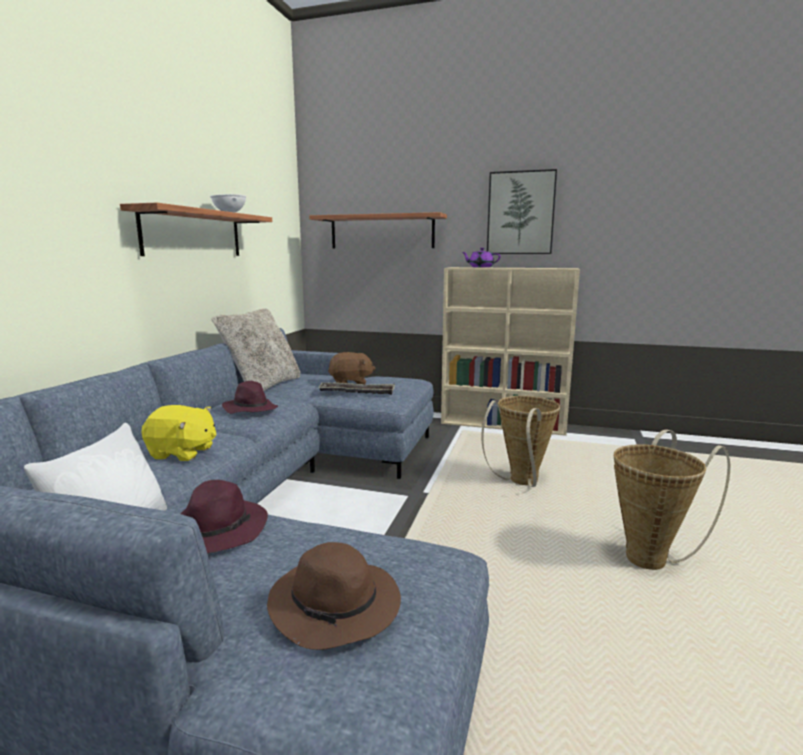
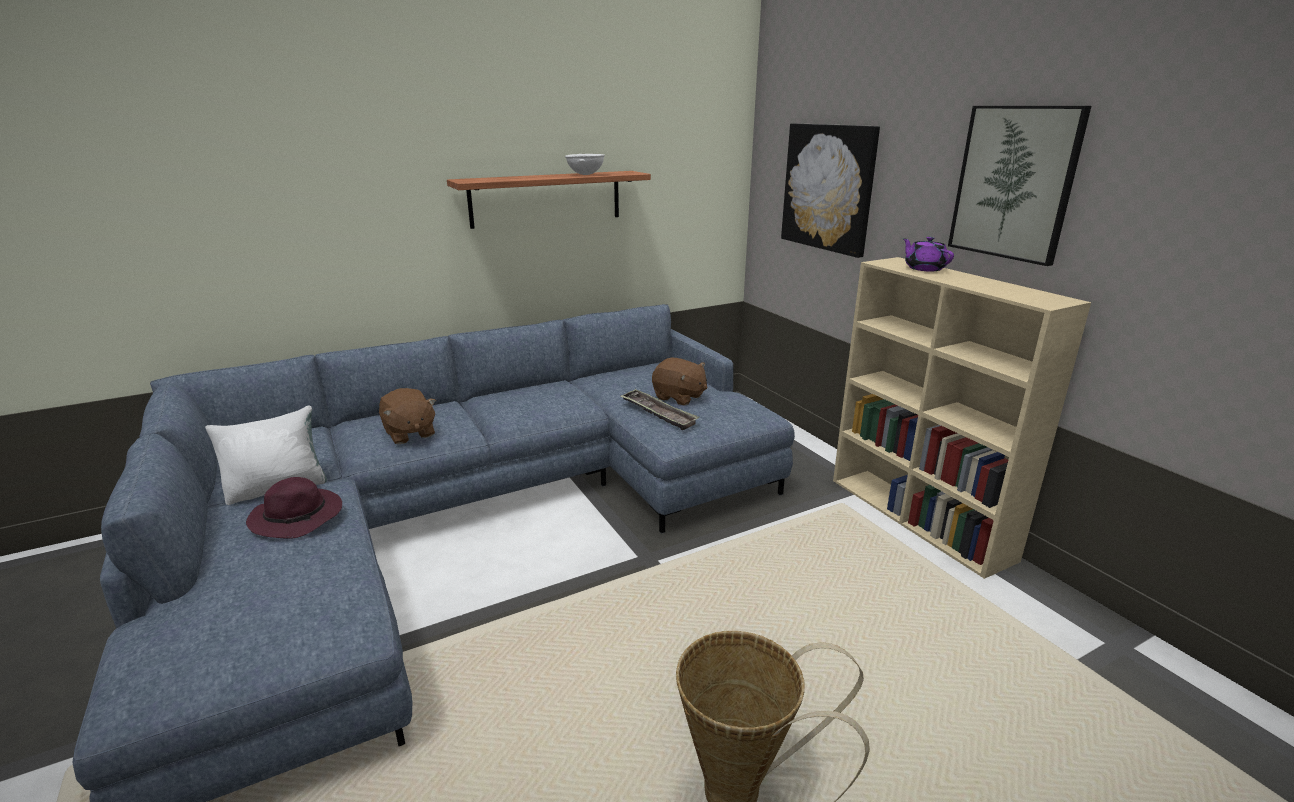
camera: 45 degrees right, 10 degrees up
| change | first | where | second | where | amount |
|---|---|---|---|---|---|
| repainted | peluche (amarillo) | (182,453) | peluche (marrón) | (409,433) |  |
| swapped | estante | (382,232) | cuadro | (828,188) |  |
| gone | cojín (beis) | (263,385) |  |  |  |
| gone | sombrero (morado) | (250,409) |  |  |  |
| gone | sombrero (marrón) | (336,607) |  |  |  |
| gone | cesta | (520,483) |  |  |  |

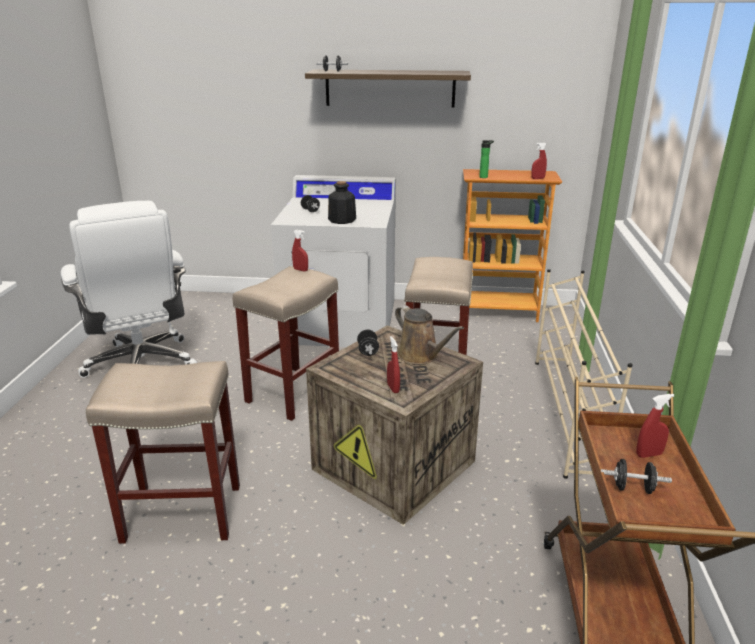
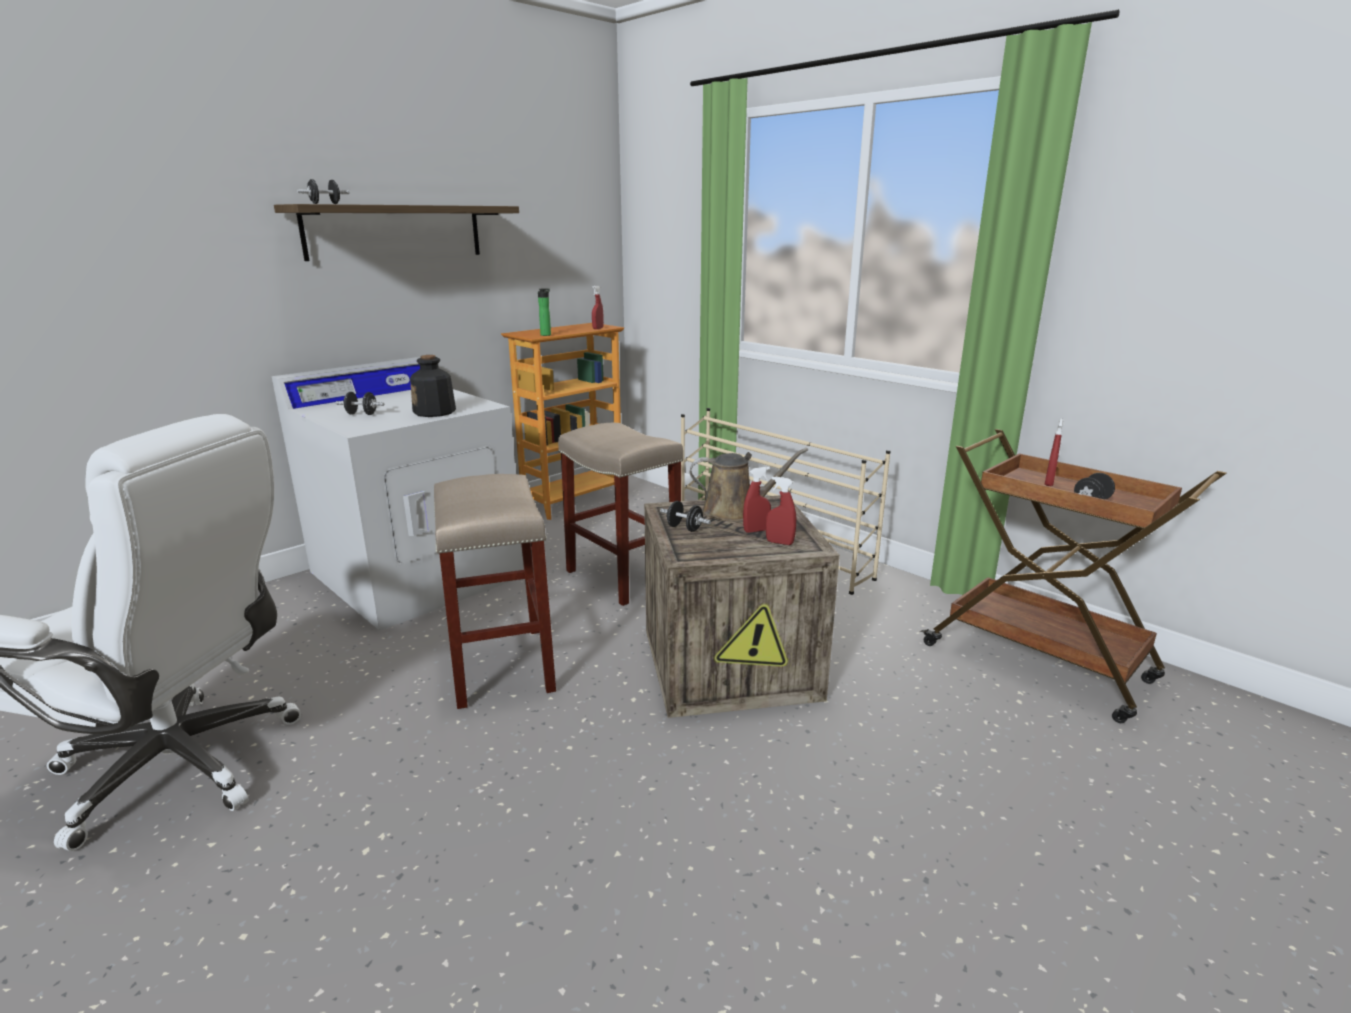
camera: 50 degrees left, 5 degrees down
| change | first | where | second | where | amount |
|---|---|---|---|---|---|
| shifted | pulverizador (rojo) | (300,270) |  | (756,530) |  |
| gone | taburete (beis) | (180,513) |  |  |  |

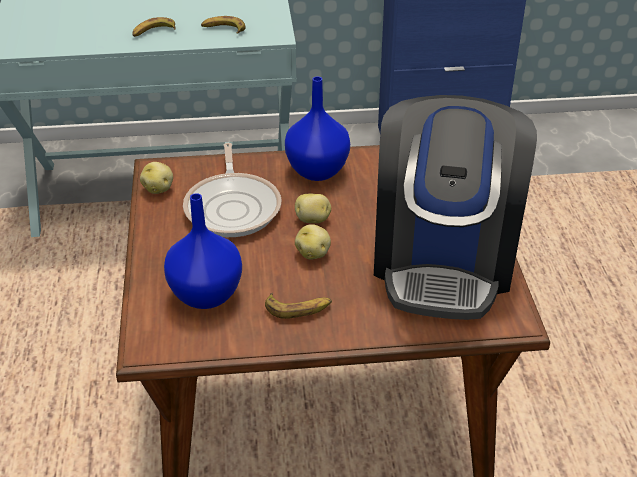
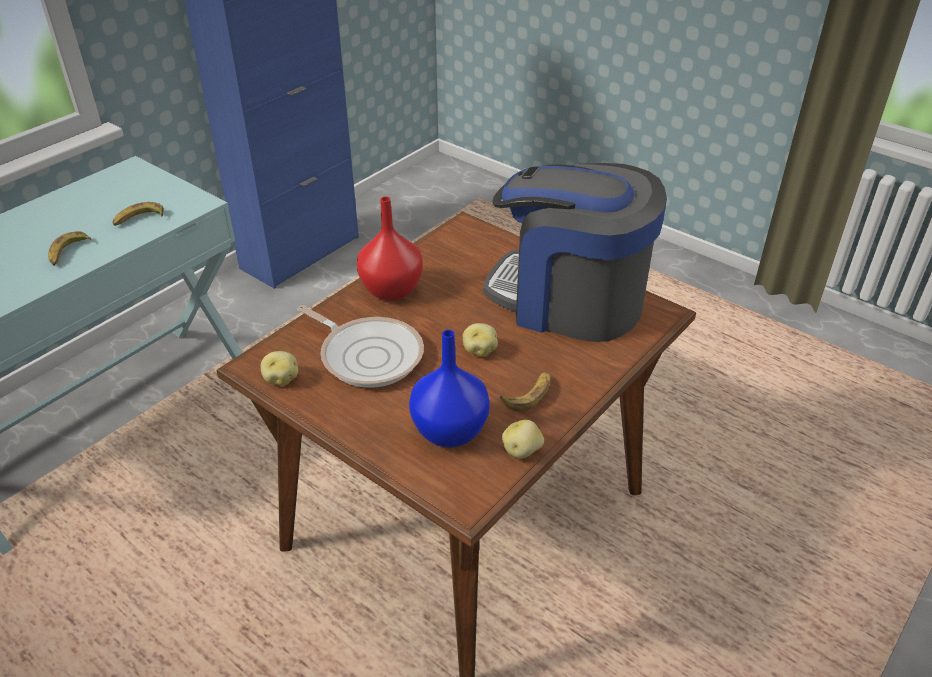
camera: 45 degrees left, 0 degrees up
| change | first | where | second | where | amount |
|---|---|---|---|---|---|
| repainted | florero (azul) | (316,170) | florero (rojo) | (390,291) |  |
| rotated | cafetera | (444,260) |  | (568,300) | 150 degrees clockwise |
| shifted | patata | (313,220) |  | (522,451) |  |

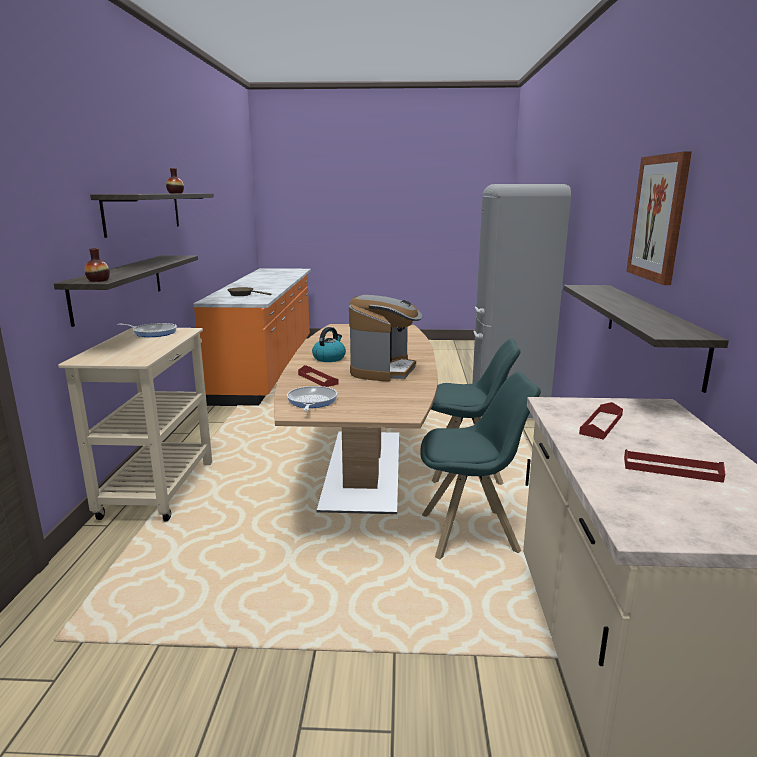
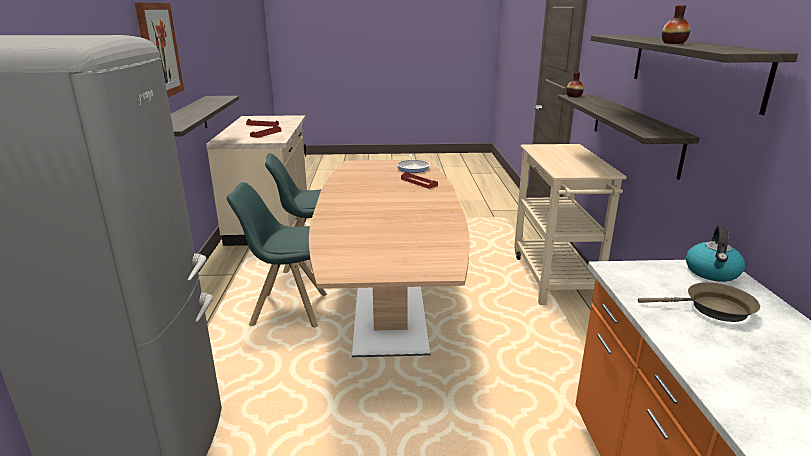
camera: 175 degrees right, 5 degrees up
| change | first | where | second | where | amount |
|---|---|---|---|---|---|
| shifted | hervidor | (329,358) |  | (712,272) |  |
| gone | sartén | (153,332) |  |  |  |
| gone | cafetera | (384,370) |  |  |  |

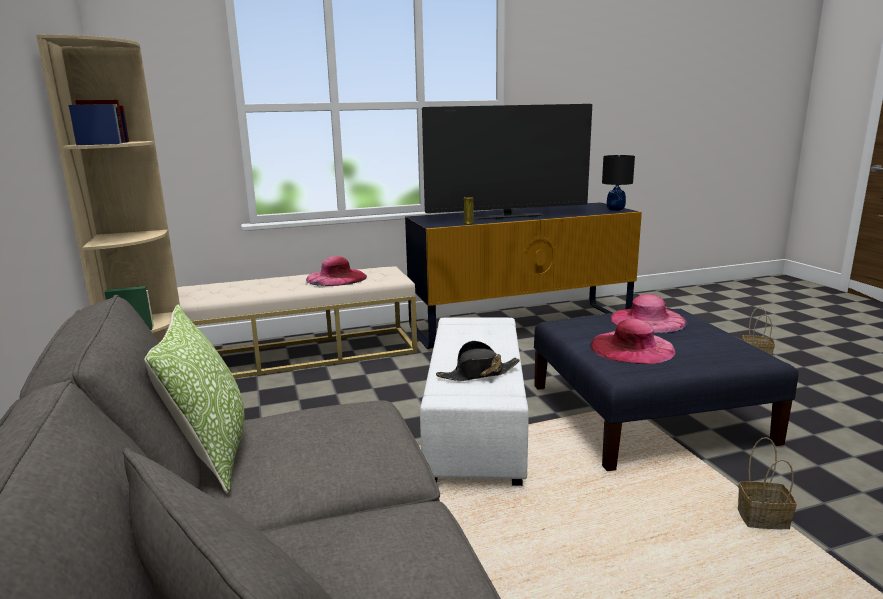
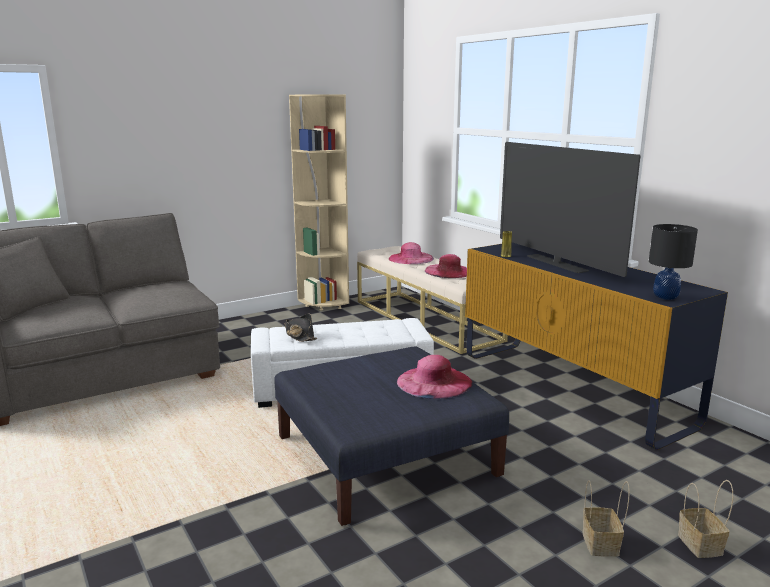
camera: 75 degrees right, 0 degrees up
| change | first | where | second | where | amount |
|---|---|---|---|---|---|
| shifted | sombrero (rosa) | (632,348) |  | (411,258) |  |
| shifted | cesta | (764,519) |  | (701,545) |  |
| gone | cojín | (212,453) |  |  |  |

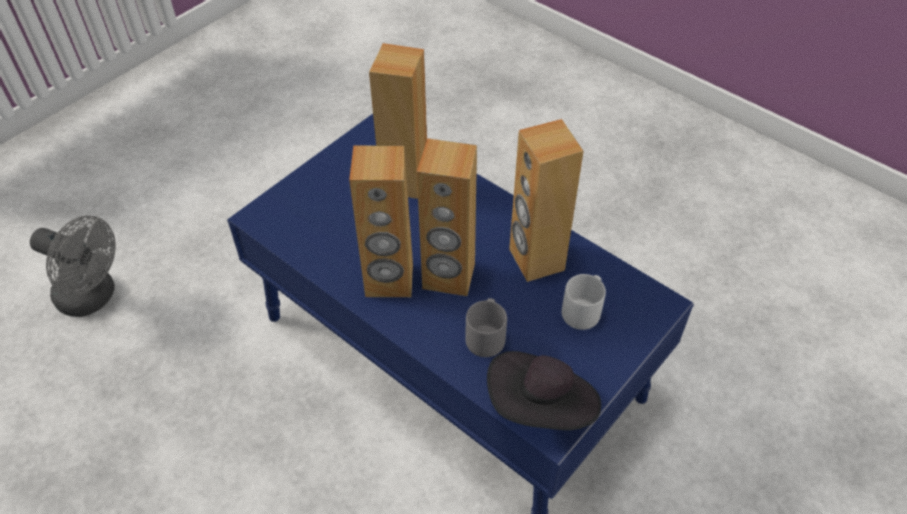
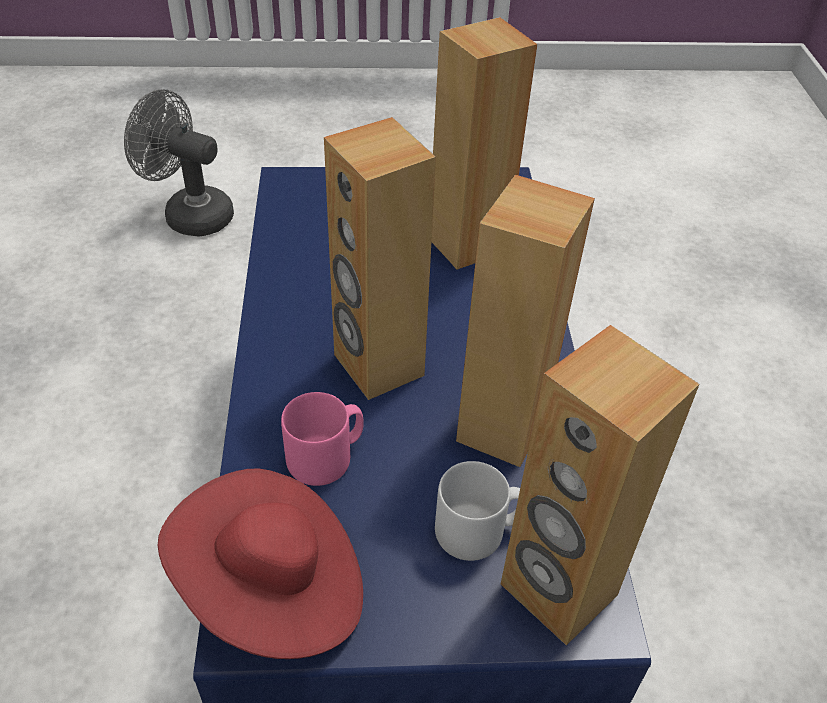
camera: 45 degrees right, 5 degrees down
| change | first | where | second | where | amount |
|---|---|---|---|---|---|
| rotated | ventilador (gris) | (94,297) |  | (190,214) | 135 degrees clockwise |
| repainted | sombrero (negro) | (542,406) | sombrero (rojo) | (273,589) |  |
| repainted | taza grande (gris) | (486,337) | taza grande (rosa) | (326,457) |  |
| shifted | altavoz (marrón) | (389,281) |  | (557,590) |  |

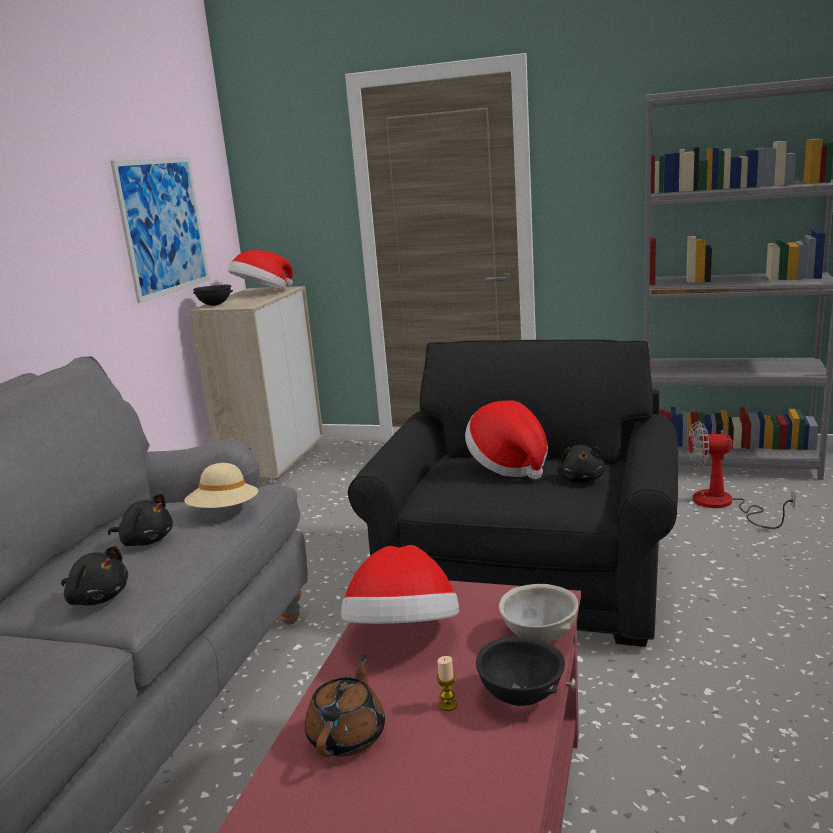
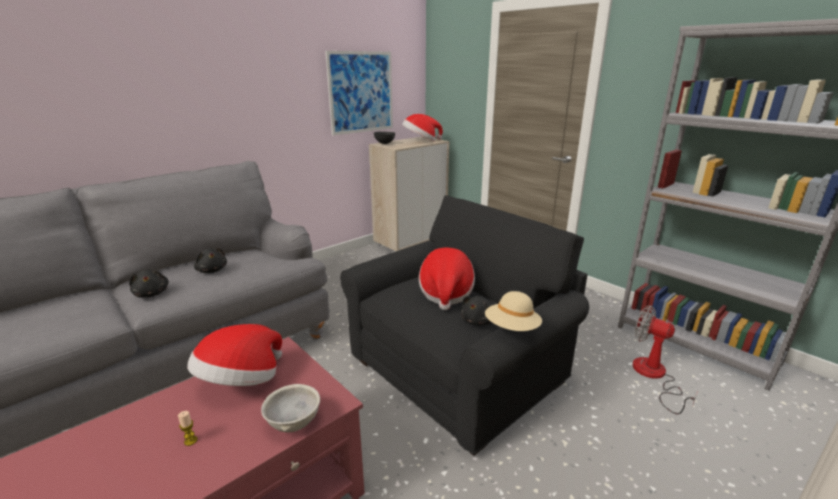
camera: 30 degrees right, 5 degrees up
| change | first | where | second | where | amount |
|---|---|---|---|---|---|
| shifted | sombrero (beis) | (224,512) |  | (512,328) |  |
| gone | tetera (marrón) | (348,735) |  |  |  |
| gone | cuenco (negro) | (522,695) |  |  |  |

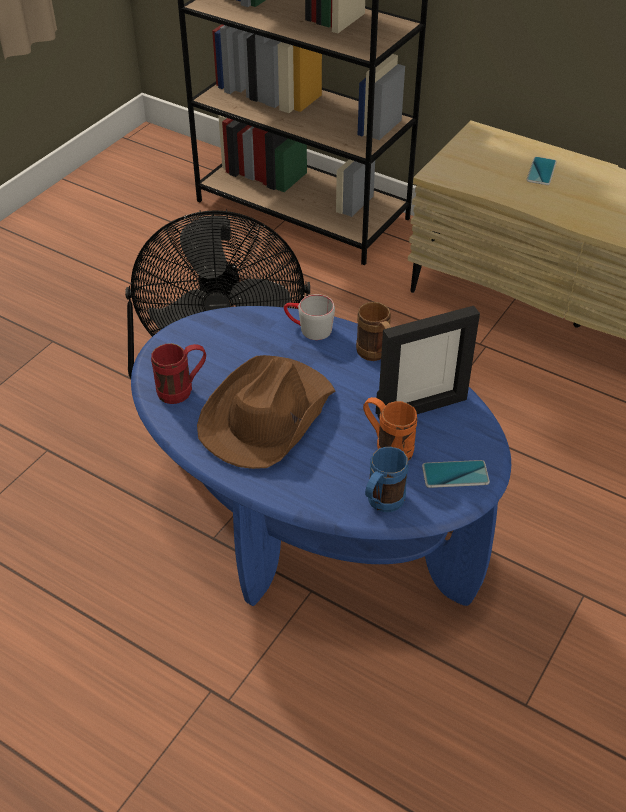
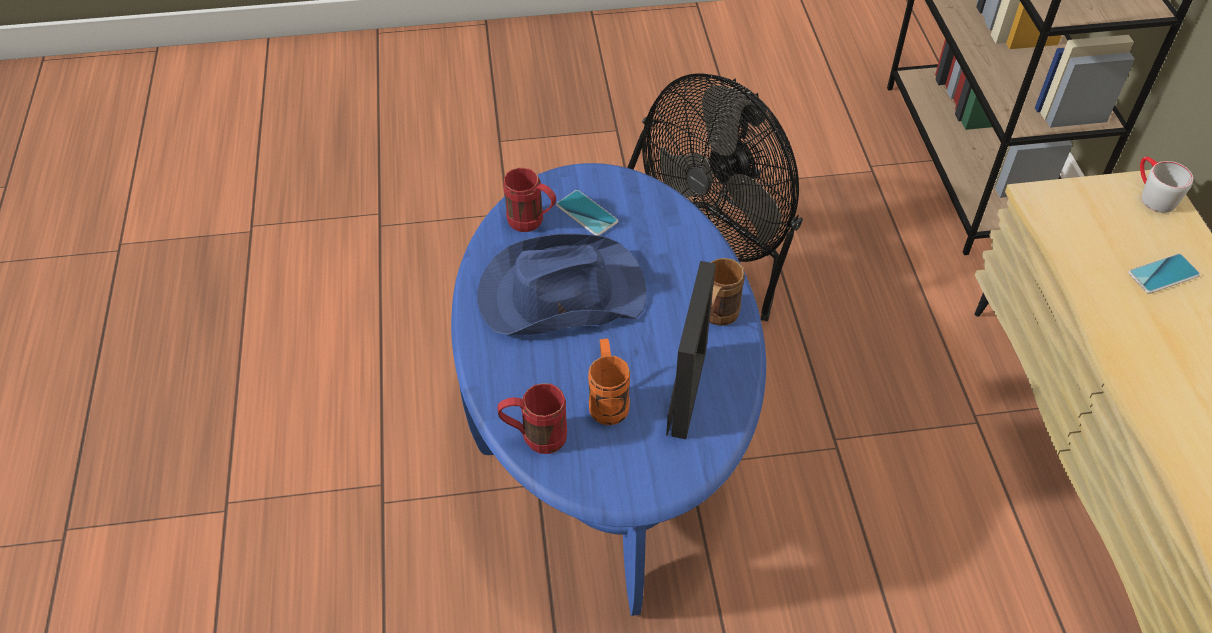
camera: 50 degrees right, 5 degrees up
| change | first | where | second | where | amount |
|---|---|---|---|---|---|
| repainted | sombrero (marrón) | (266,416) | sombrero (azul) | (559,294) |  |
| repainted | taza grande (azul) | (381,505) | taza grande (rojo) | (534,438) |  |
| shifted | móvil | (455,475) |  | (586,214) |  |
| rotated | portarretratos | (421,406) |  | (686,392) | 105 degrees counterclockwise |
| shifted | taza grande (gris) | (308,329) |  | (1152,195) |  |

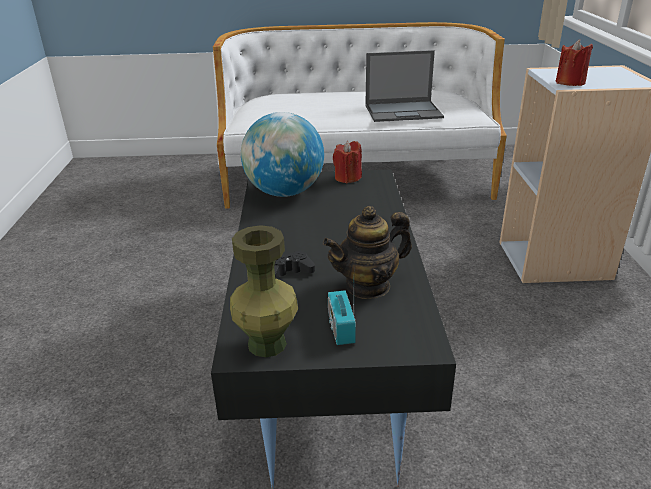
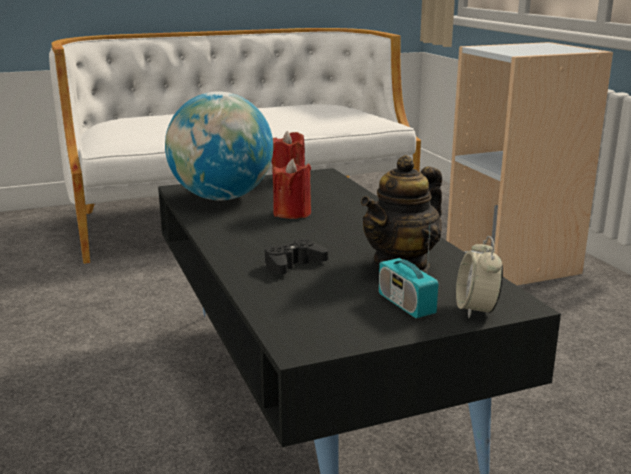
camera: 20 degrees left, 10 degrees down
| change | first | where | second | where | amount |
|---|---|---|---|---|---|
| shifted | vela (rojo) | (570,82) |  | (292,213) |  |
| new |  |  | despertador | (476,309) |  |
| gone | florero (verde) | (267,344) |  |  |  |
| gone | portátil | (404,111) |  |  |  |

